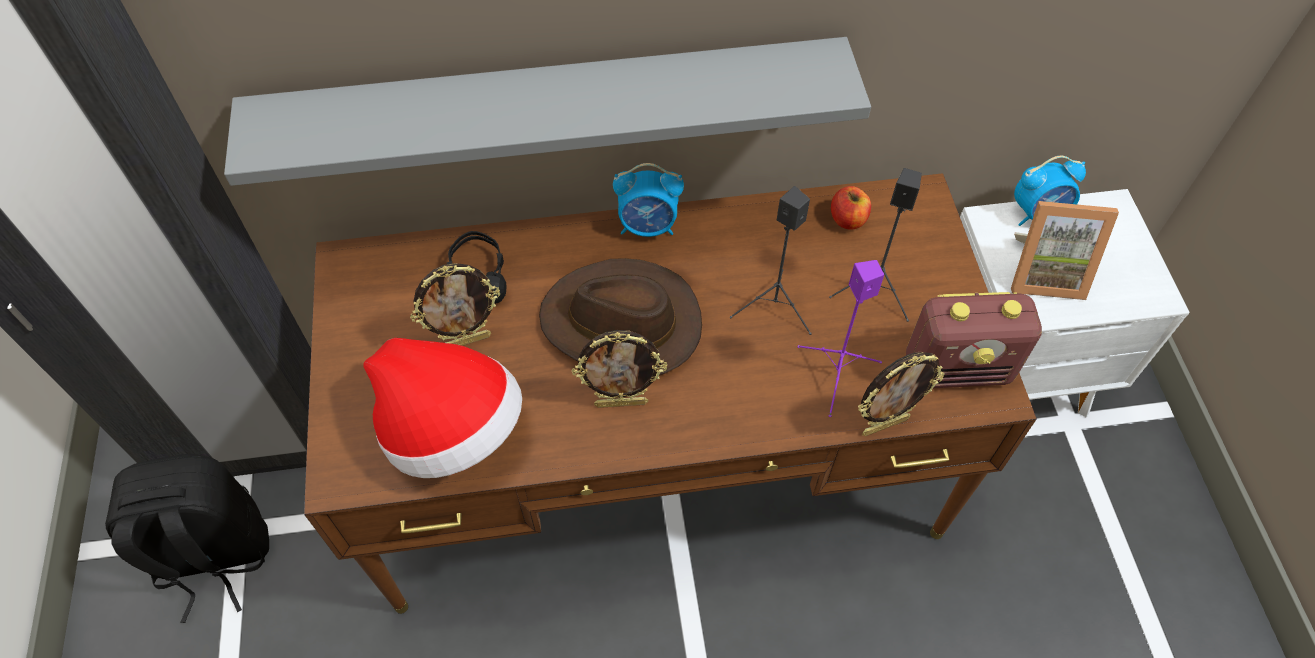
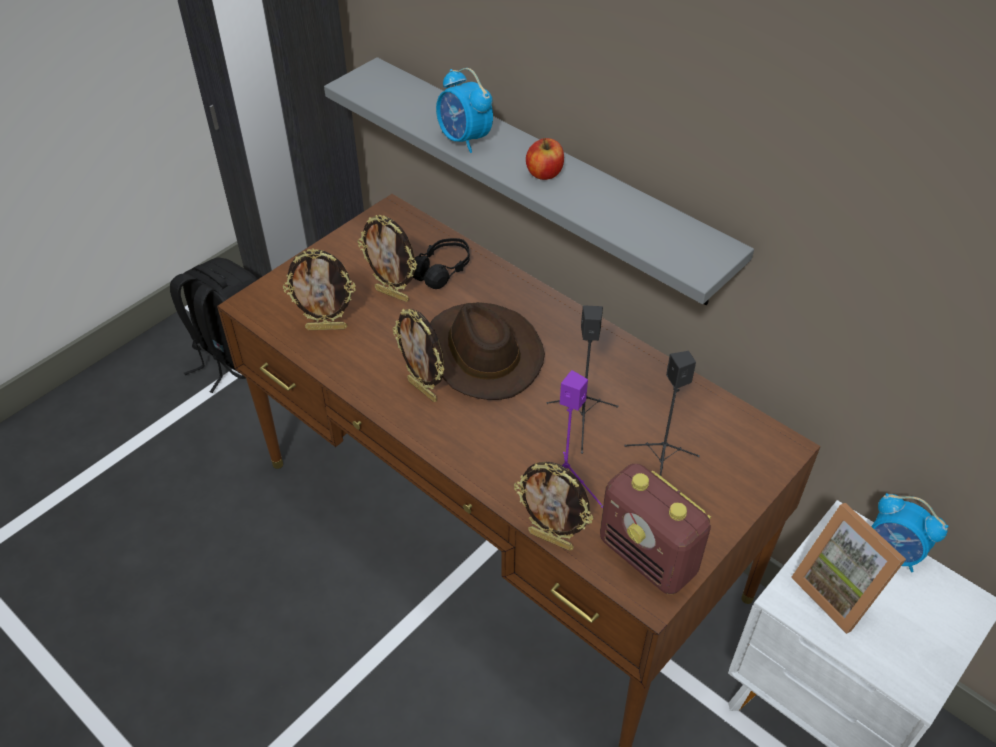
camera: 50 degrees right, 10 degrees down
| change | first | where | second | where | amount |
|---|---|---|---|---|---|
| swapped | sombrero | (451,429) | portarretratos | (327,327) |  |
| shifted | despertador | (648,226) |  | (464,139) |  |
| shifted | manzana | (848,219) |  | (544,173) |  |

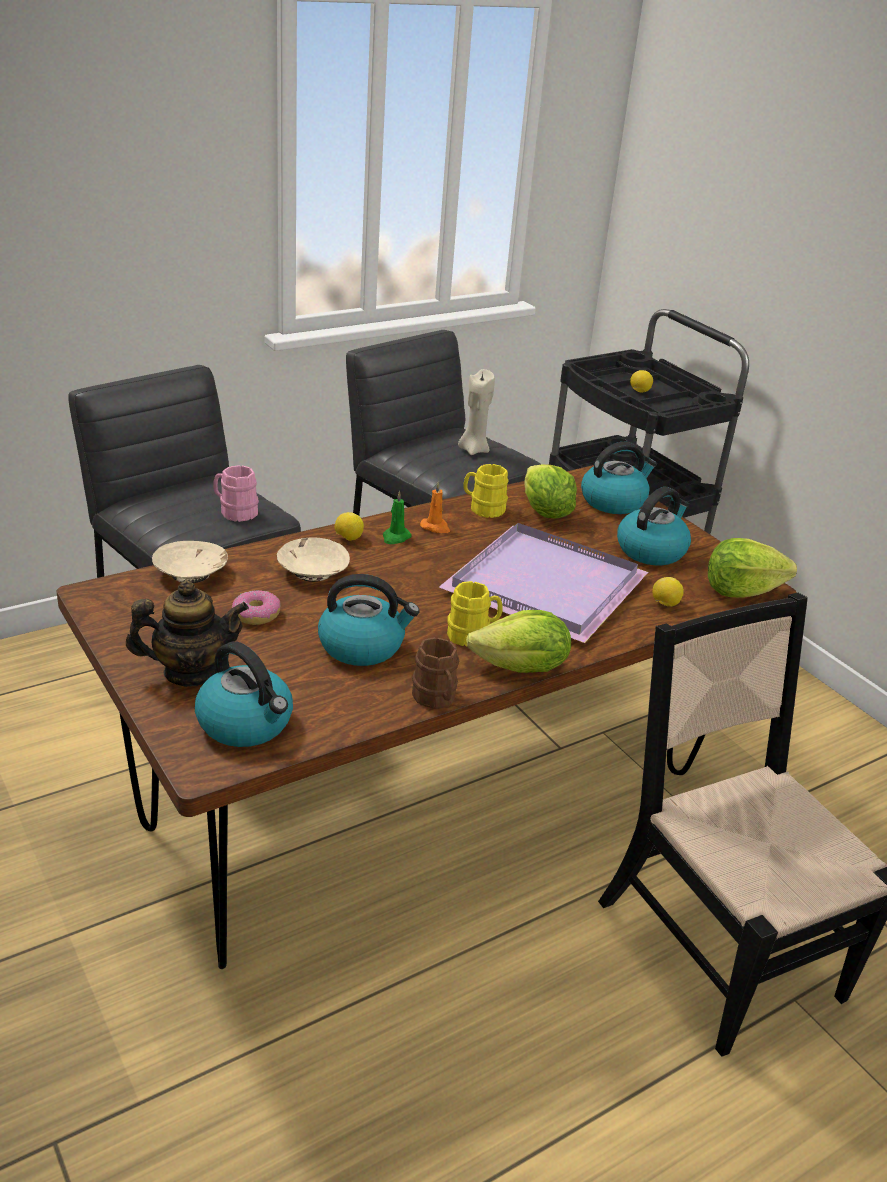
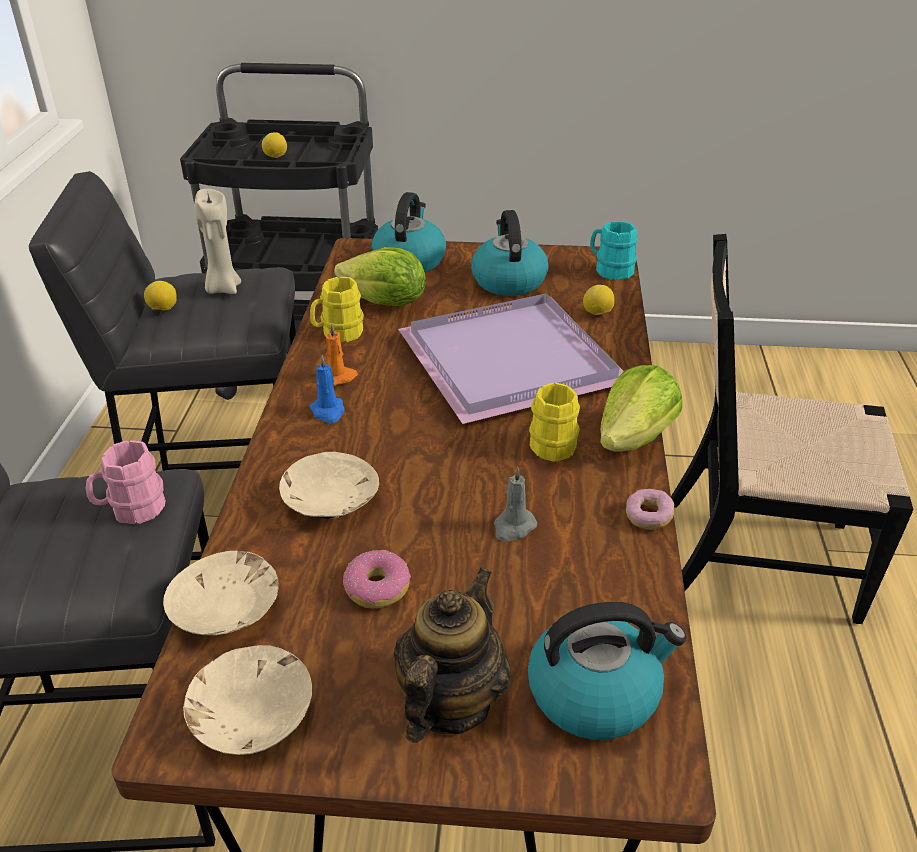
camera: 50 degrees left, 5 degrees up
| change | first | where | second | where | amount |
|---|---|---|---|---|---|
| shifted | limón | (348,538) |  | (163,309) |  |
| new |  |  | cuenco (beis) | (252,713) |  |
| repainted | vela (verde) | (395,537) | vela (azul) | (328,411) |  |
| swapped | hervidor | (363,646) | vela (gris) | (513,527) |  |
| swapped | lechuga | (741,591) | taza grande (turquesa) | (610,270) |  |
| swapped | taza grande (marrón) | (436,699) | rosquilla | (648,517) |  |

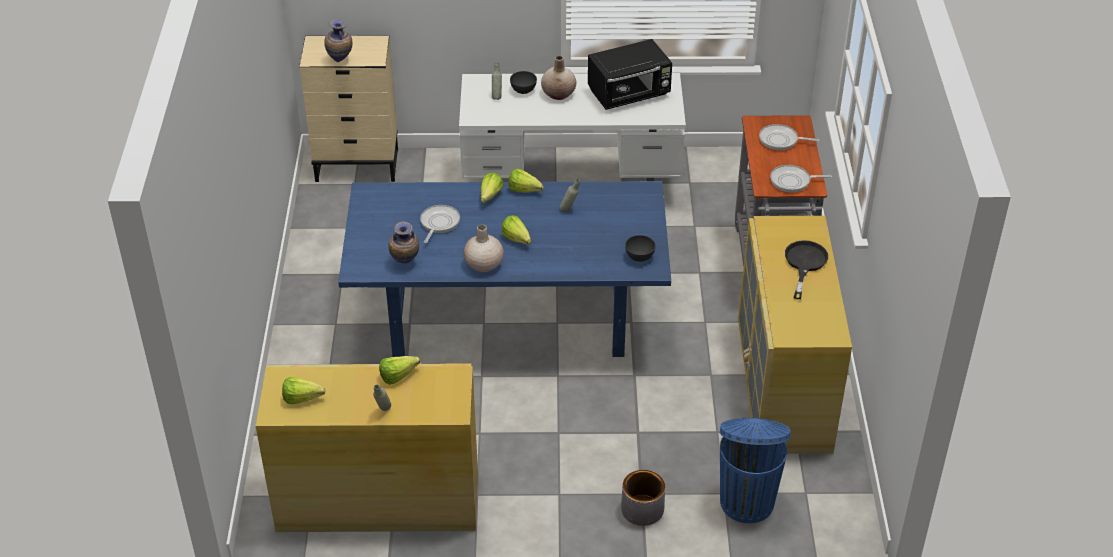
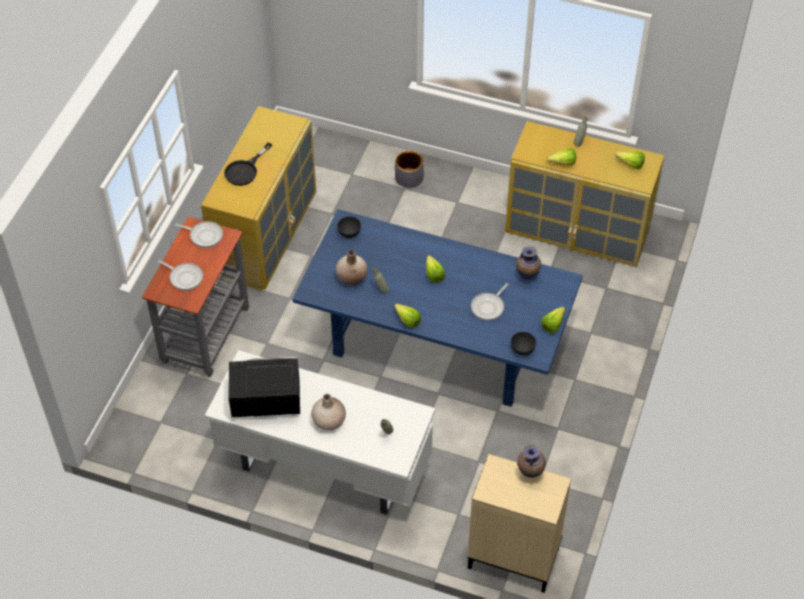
camera: 160 degrees left, 10 degrees up
| change | first | where | second | where | amount |
|---|---|---|---|---|---|
| shifted | florero (beis) | (483,264) |  | (352,277) |  |
| shifted | cuenco (gris) | (523,90) |  | (522,349) |  |
| shifted | lechuga | (488,198) |  | (555,323) |  |
| gone | papelera (azul) | (746,500) |  |  |  |

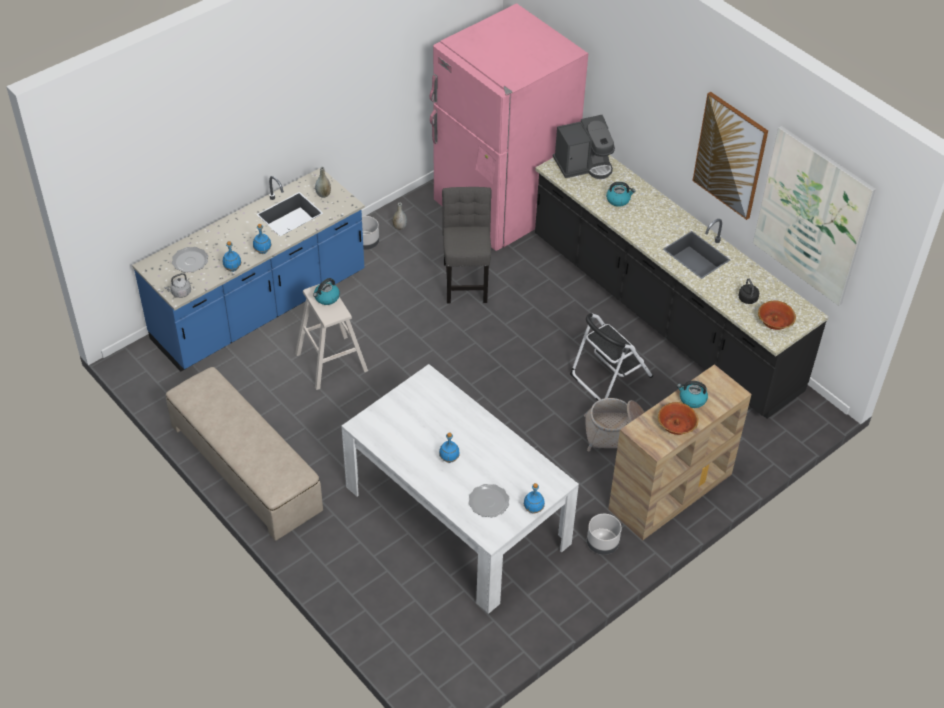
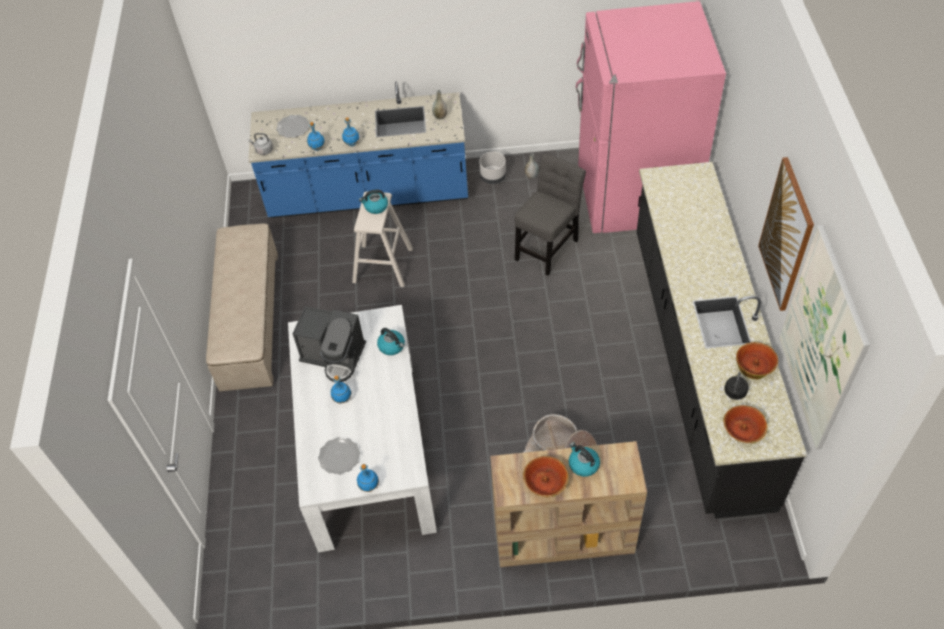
camera: 40 degrees right, 5 degrees up
| change | first | where | second | where | amount |
|---|---|---|---|---|---|
| shifted | cafetera | (584,165) |  | (334,356) |  |
| shifted | hervidor | (618,200) |  | (392,346) |  |
| new |  |  | cuenco | (755,365) |  |
| gone | escalera de tijera | (608,376) |  |  |  |
| gone | maceta (gris) | (602,544) |  |  |  |

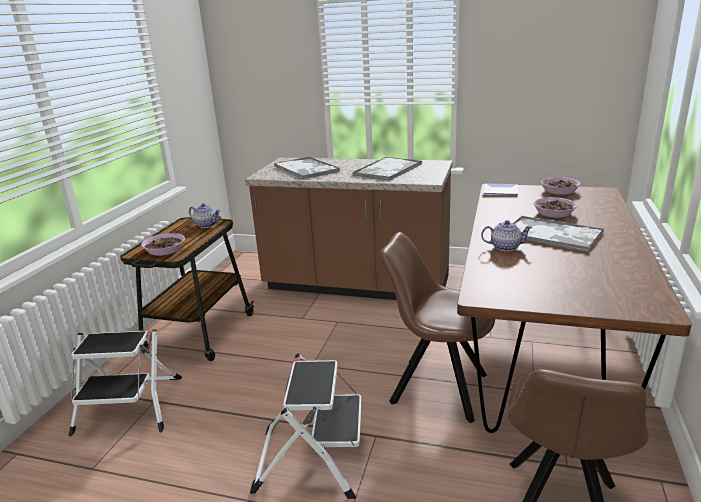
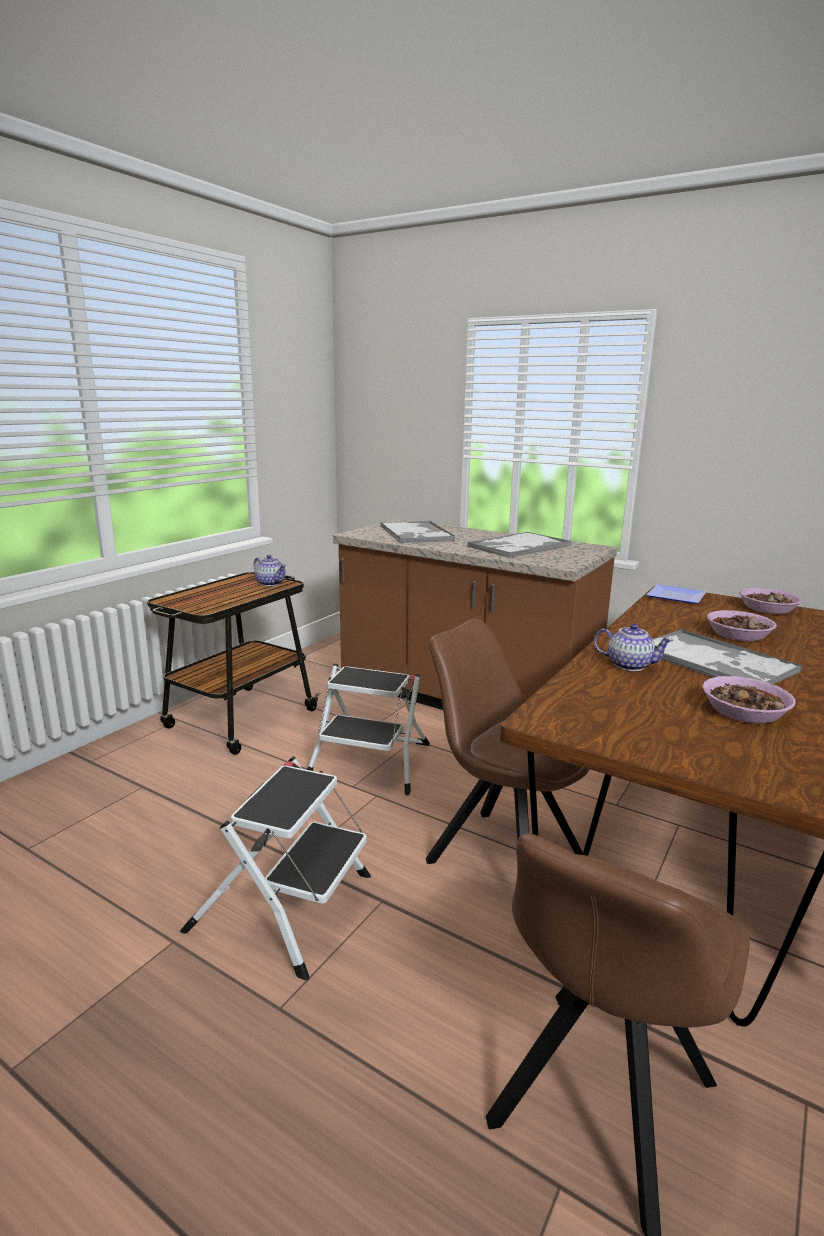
camera: 15 degrees right, 5 degrees down
| change | first | where | second | where | amount |
|---|---|---|---|---|---|
| shifted | escalera de tijera | (131,406) |  | (372,761) |  |
| shifted | cuenco | (165,250) |  | (744,712) |  |

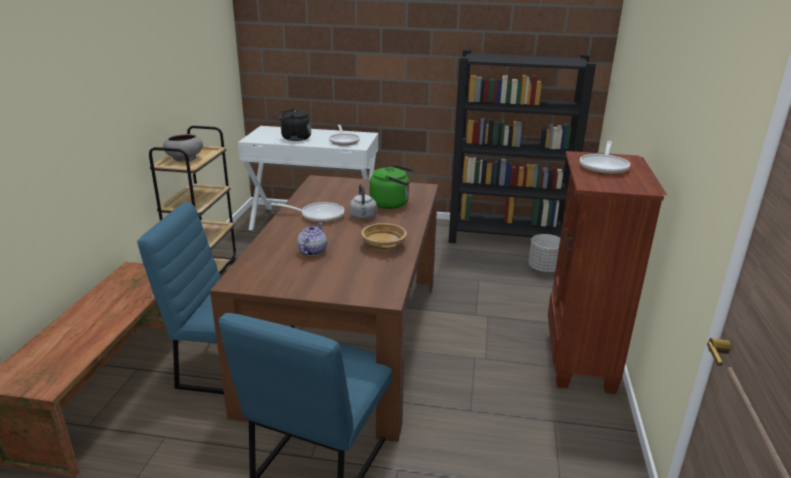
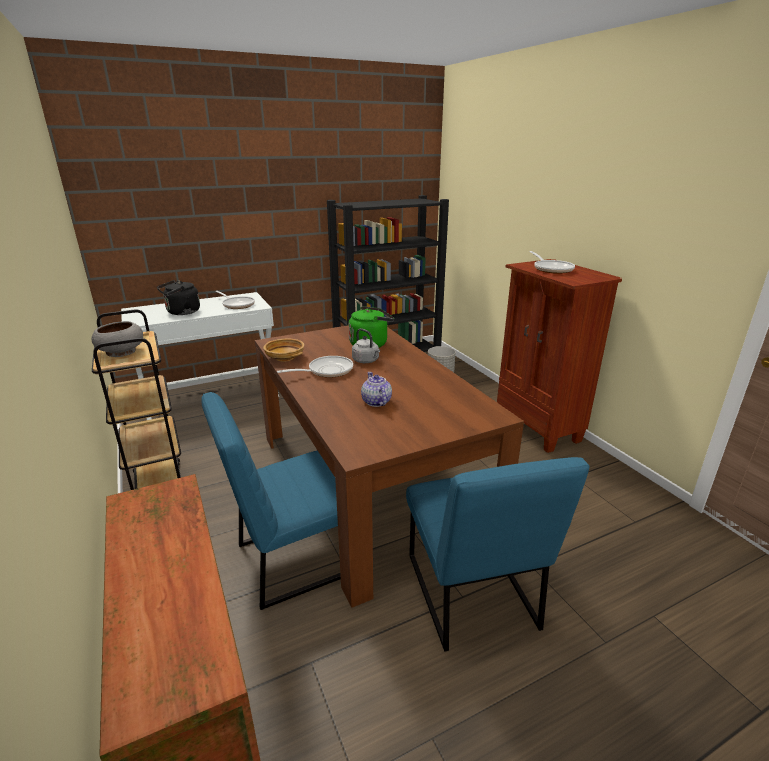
camera: 35 degrees left, 0 degrees up
| change | first | where | second | where | amount |
|---|---|---|---|---|---|
| shifted | cuenco (beis) | (384,245) |  | (285,357) |  |

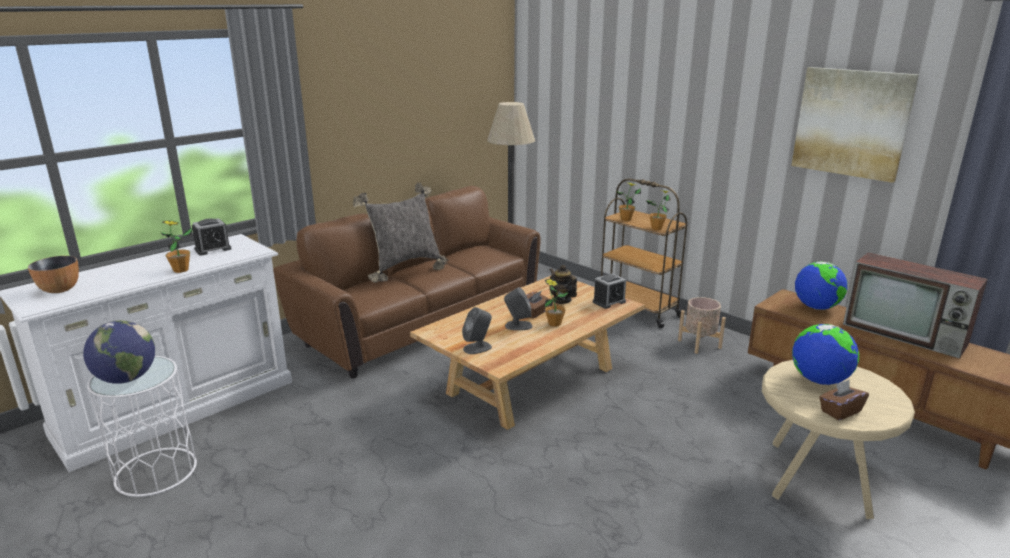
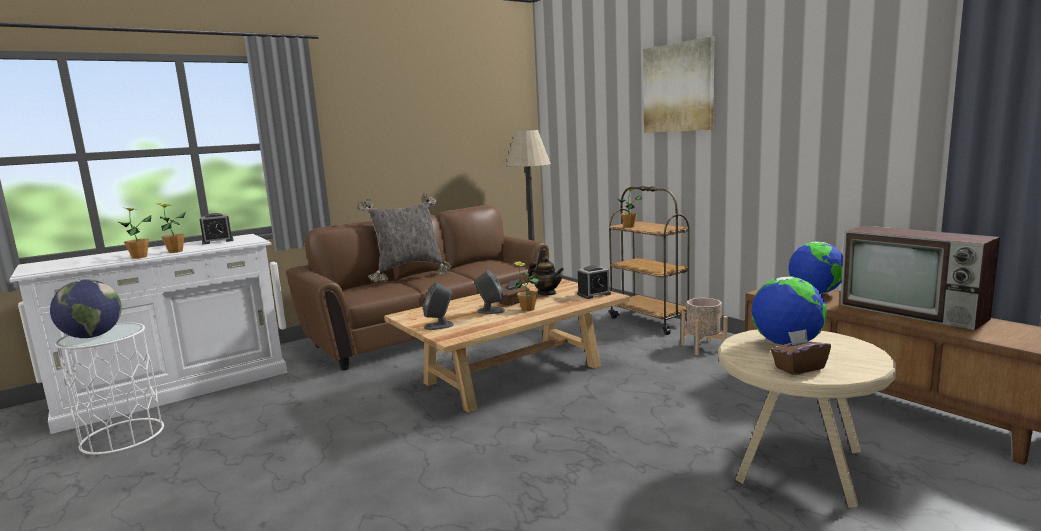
camera: 10 degrees right, 10 degrees down
| change | first | where | second | where | amount |
|---|---|---|---|---|---|
| shifted | planta en maceta | (656,228) |  | (139,257) |  |
| rotated | tetera | (561,300) |  | (546,293) | 150 degrees clockwise |
| shifted | cuadro | (851,123) |  | (678,87) |  |
| gone | cuenco | (60,290) |  |  |  |

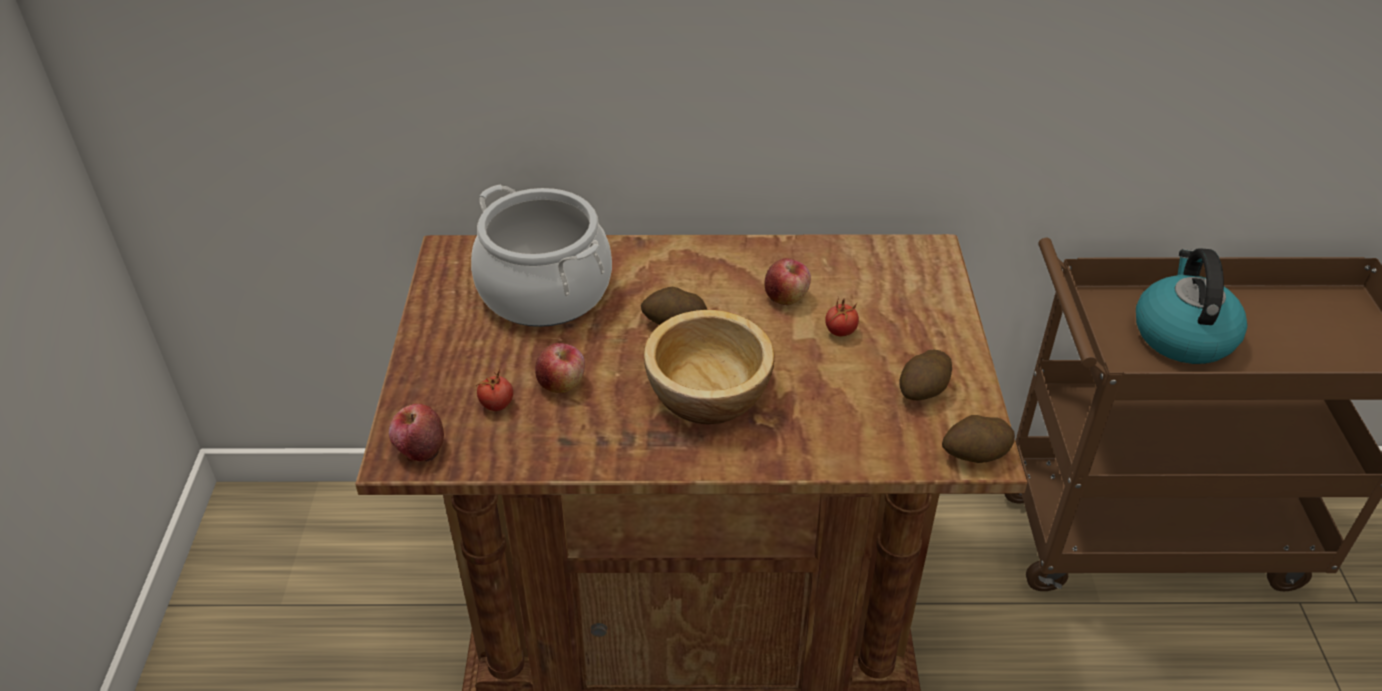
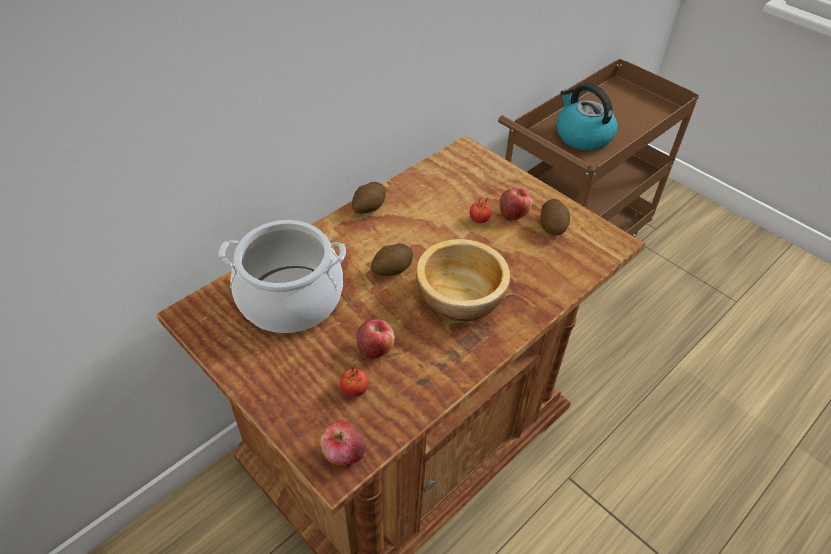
camera: 45 degrees left, 5 degrees up
| change | first | where | second | where | amount |
|---|---|---|---|---|---|
| shifted | patata | (975,454) |  | (369,208) |  |
| shifted | manzana | (786,297) |  | (513,214) |  |

